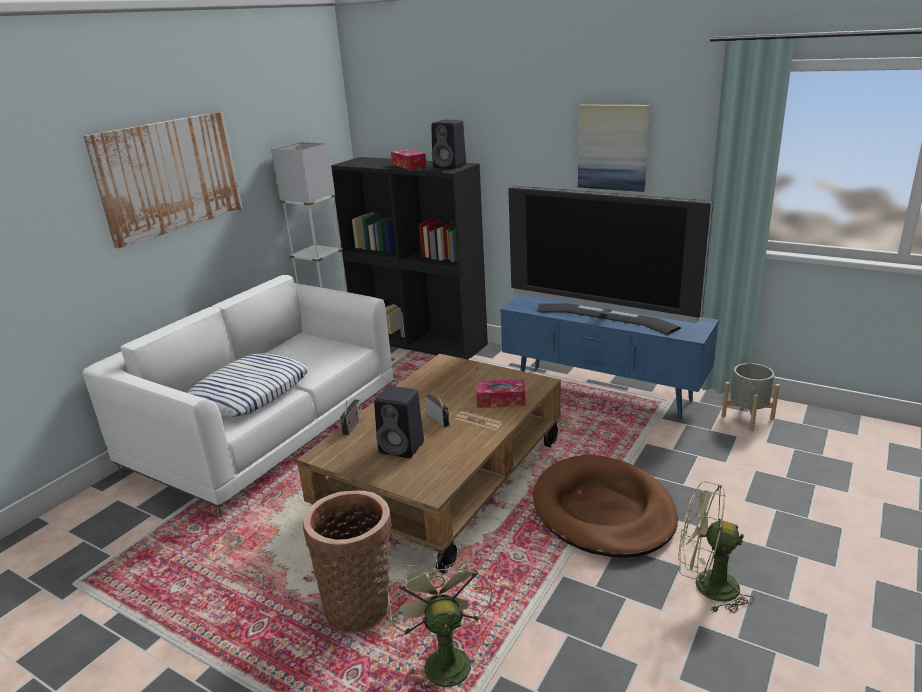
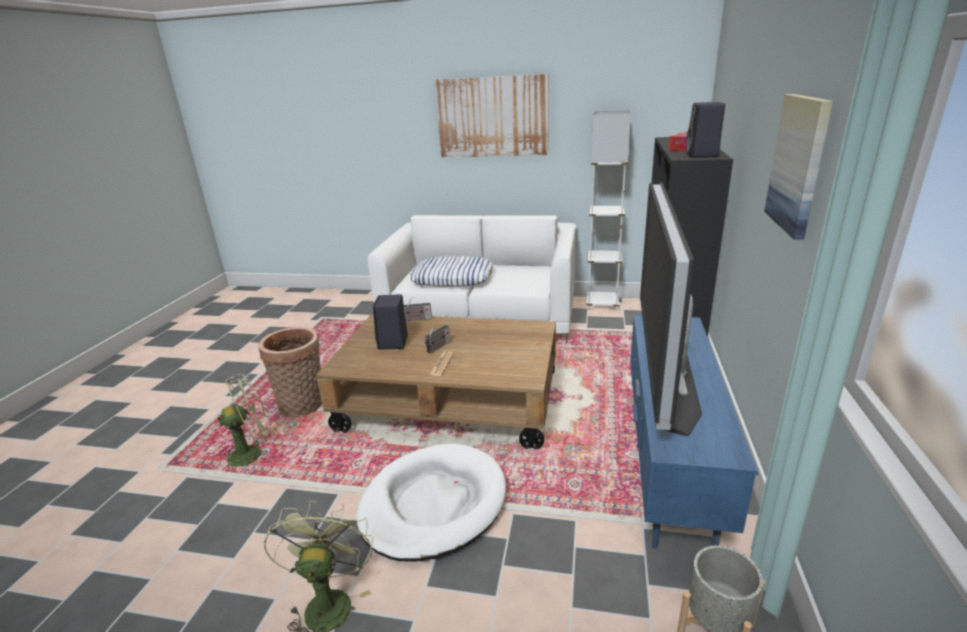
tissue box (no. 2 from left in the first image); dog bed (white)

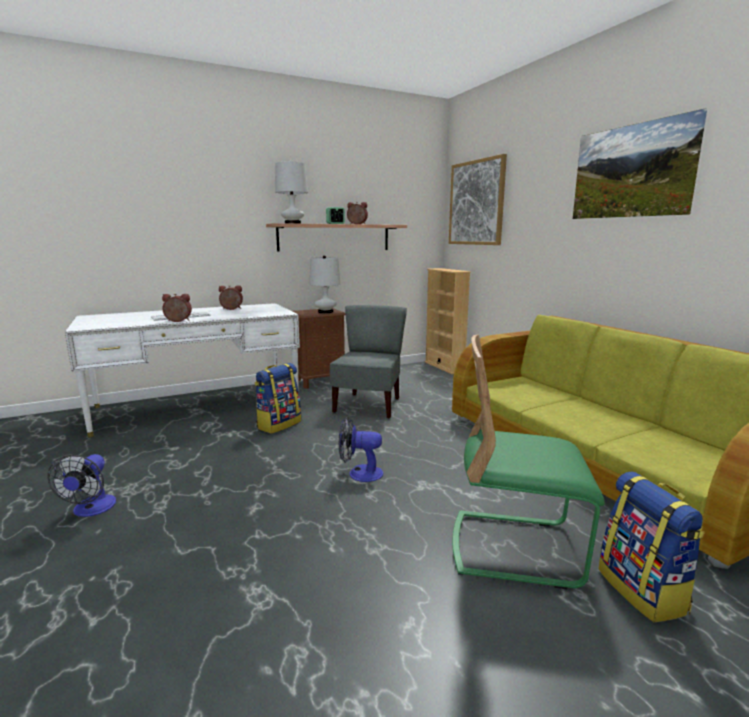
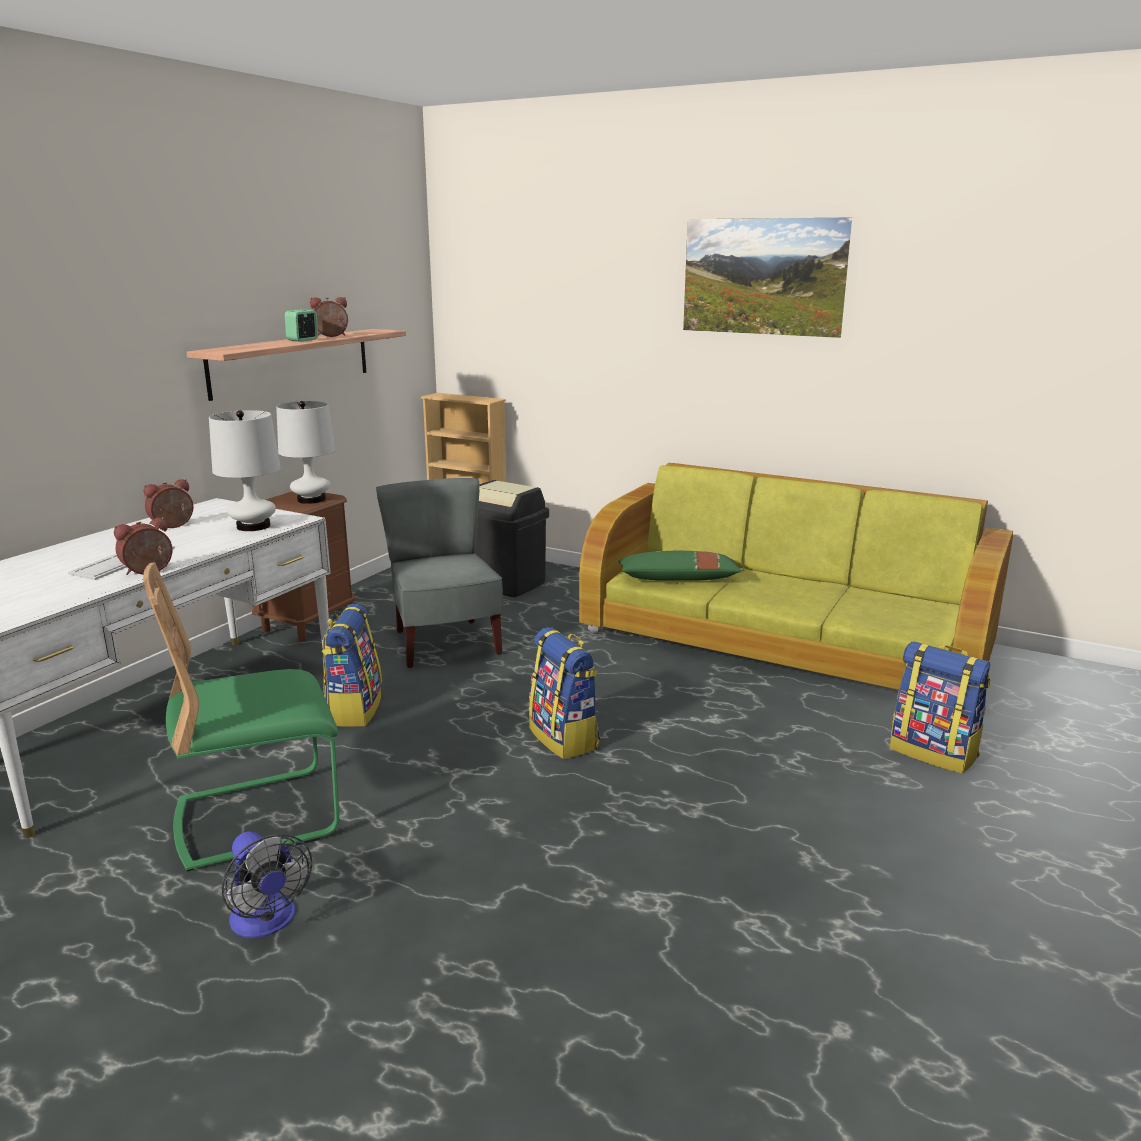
picture (no. 1 from left in the first image); table lamp (white) (no. 1 from left); chair (green); backpack (no. 2 from left); trash can (black); pillow (green)

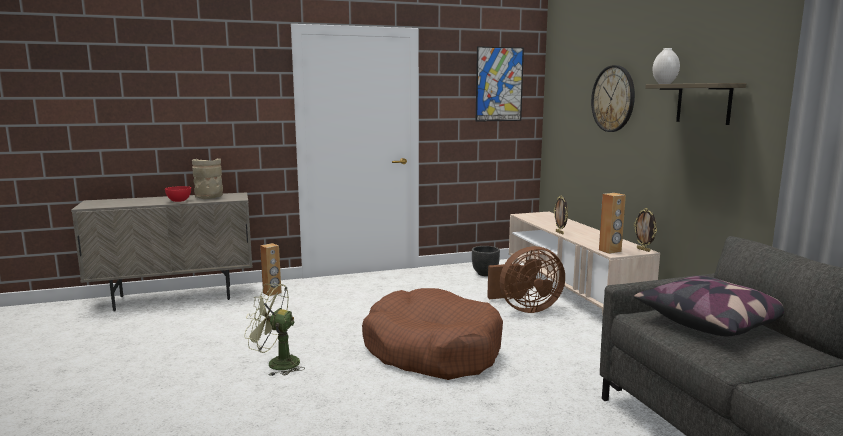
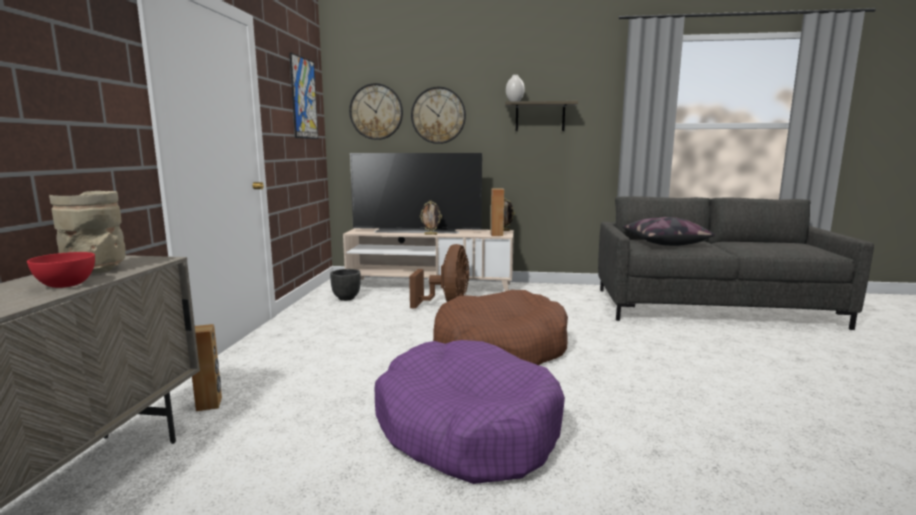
dog bed (purple); wall clock (no. 1 from left); television

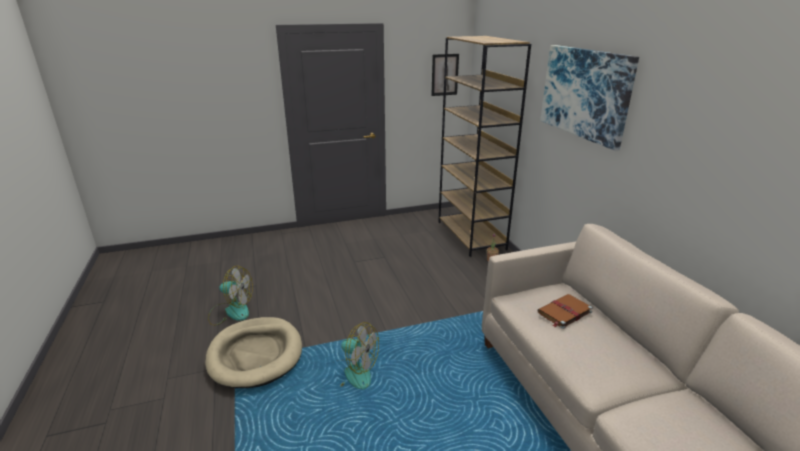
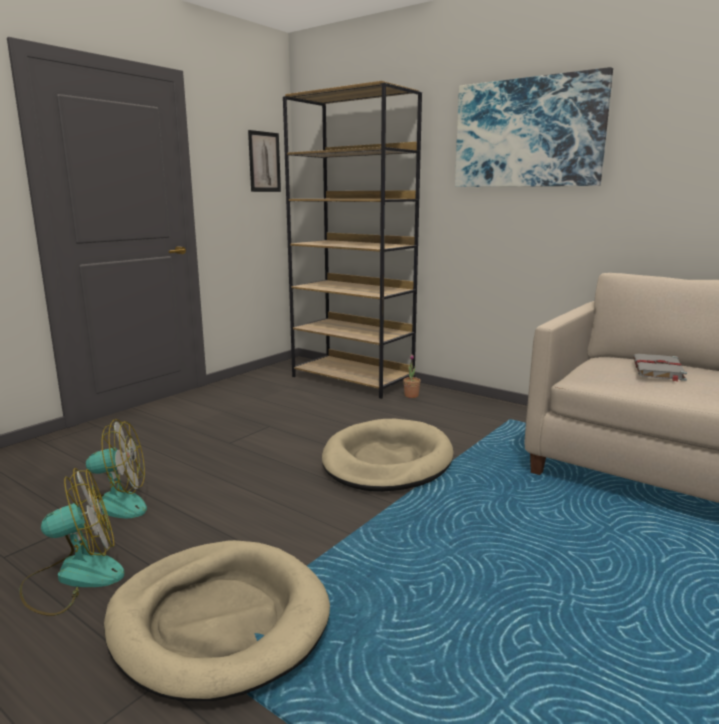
book (grey); fan (no. 2 from left); dog bed (beige) (no. 2 from left)

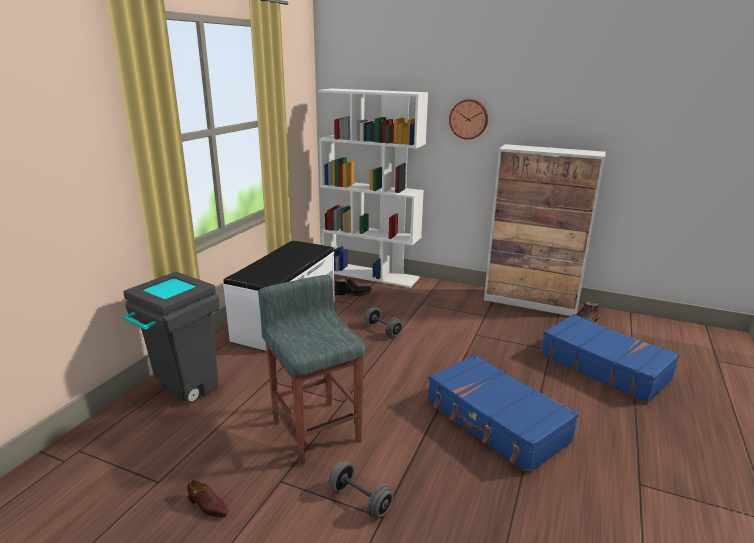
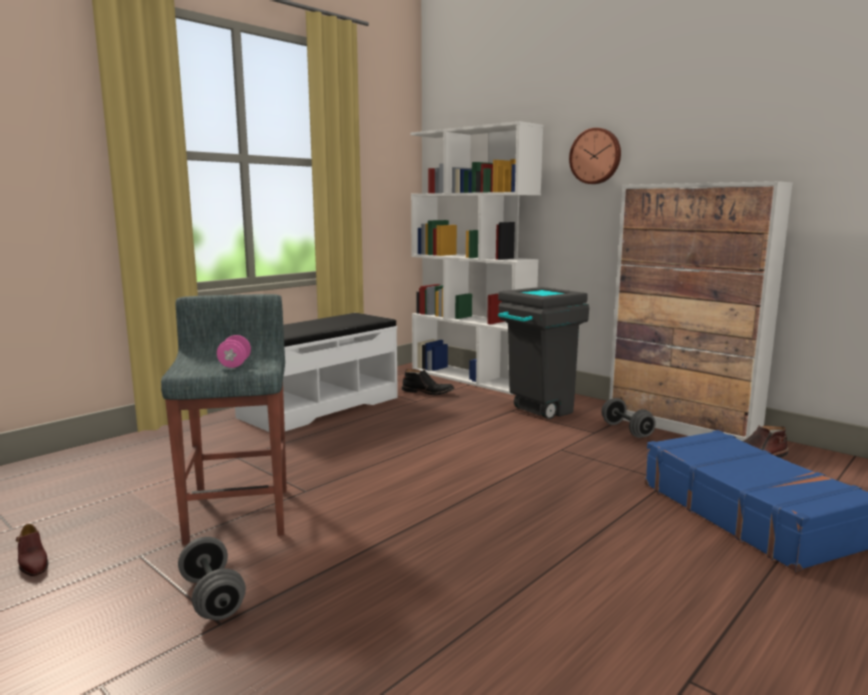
trash can (grey); dumbbell (grey) (no. 2 from left); suitcase (blue) (no. 1 from left in the first image); dumbbell (pink)

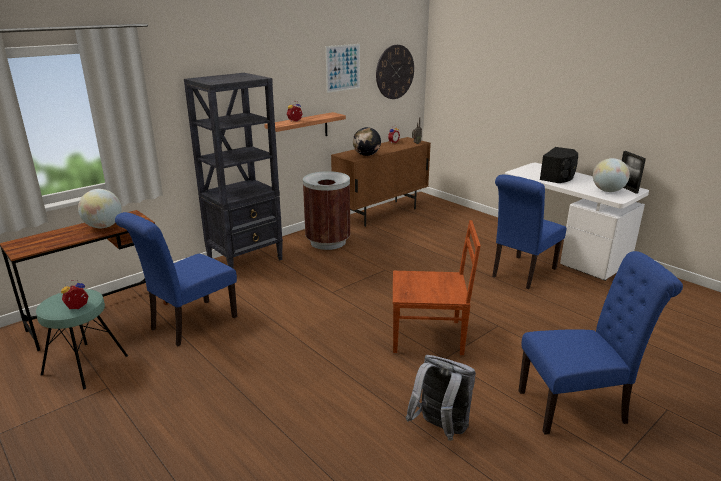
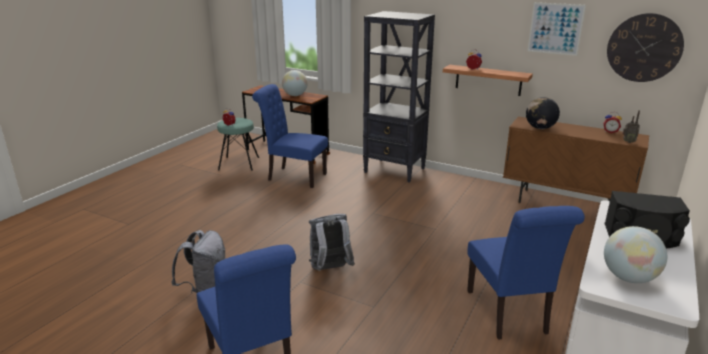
picture frame; trash can (brown); chair (blue) (no. 3 from left); backpack (grey) (no. 2 from left)

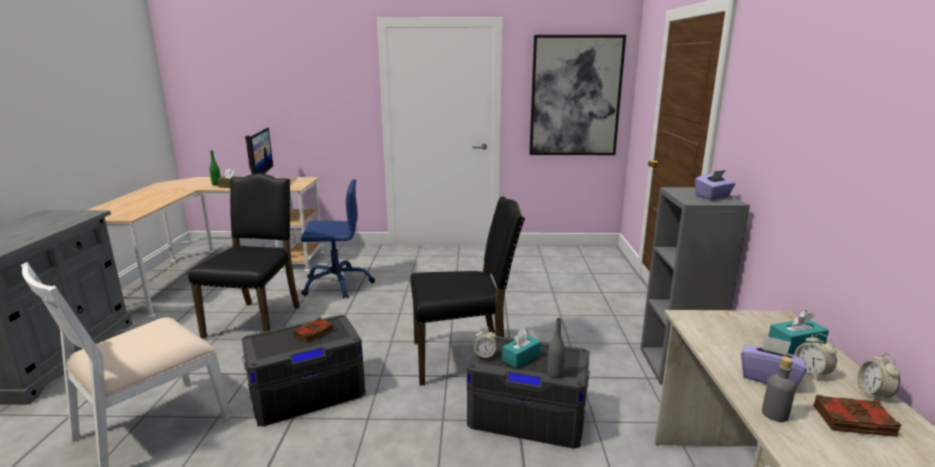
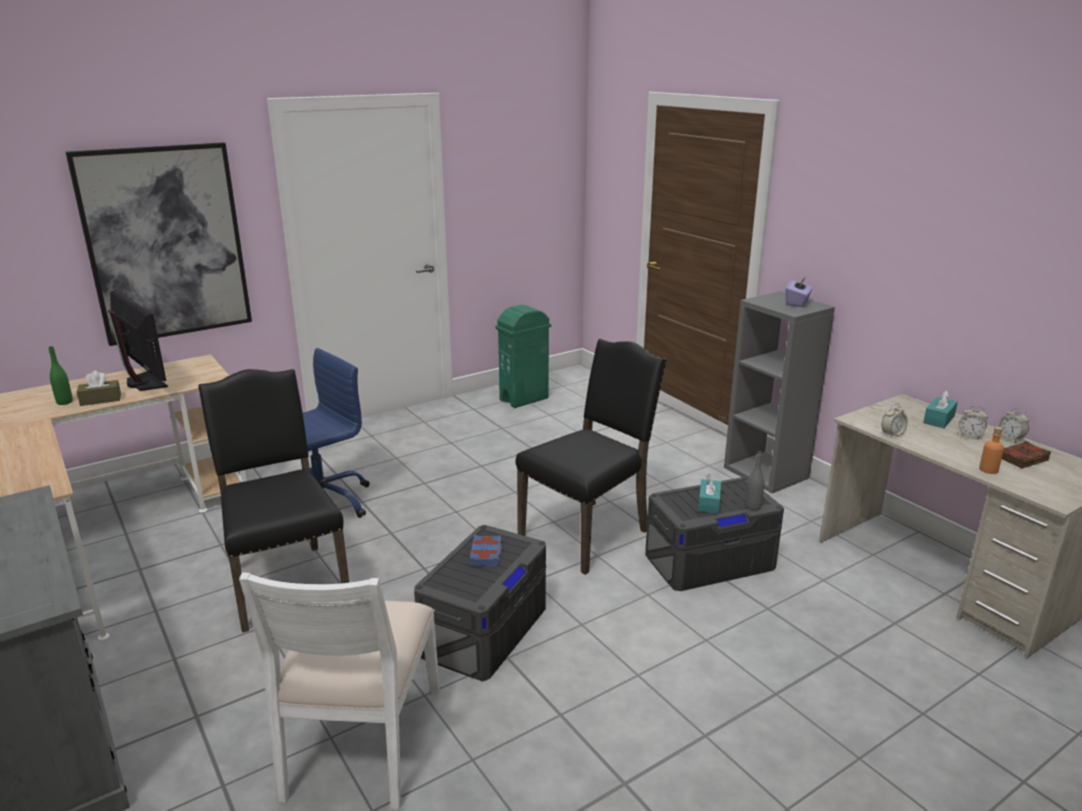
picture; book (blue); alarm clock (no. 1 from left); tissue box (purple) (no. 2 from left in the first image); bottle (orange); trash can (green)

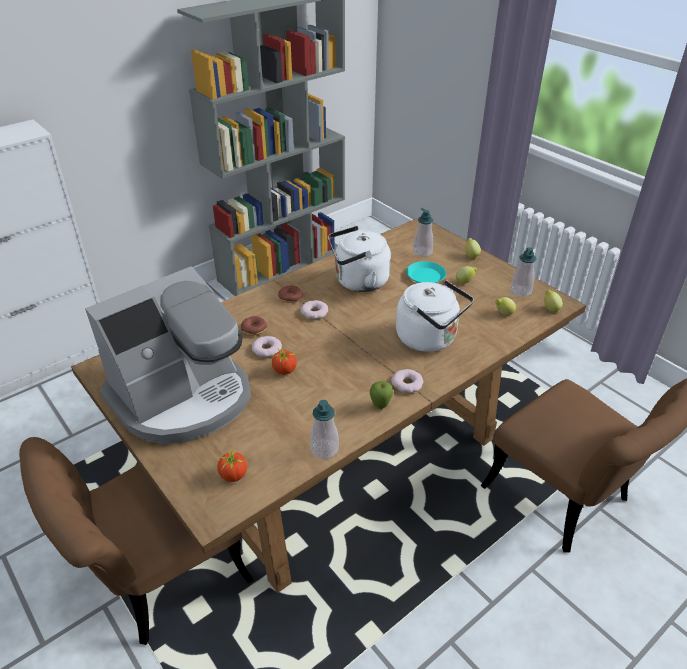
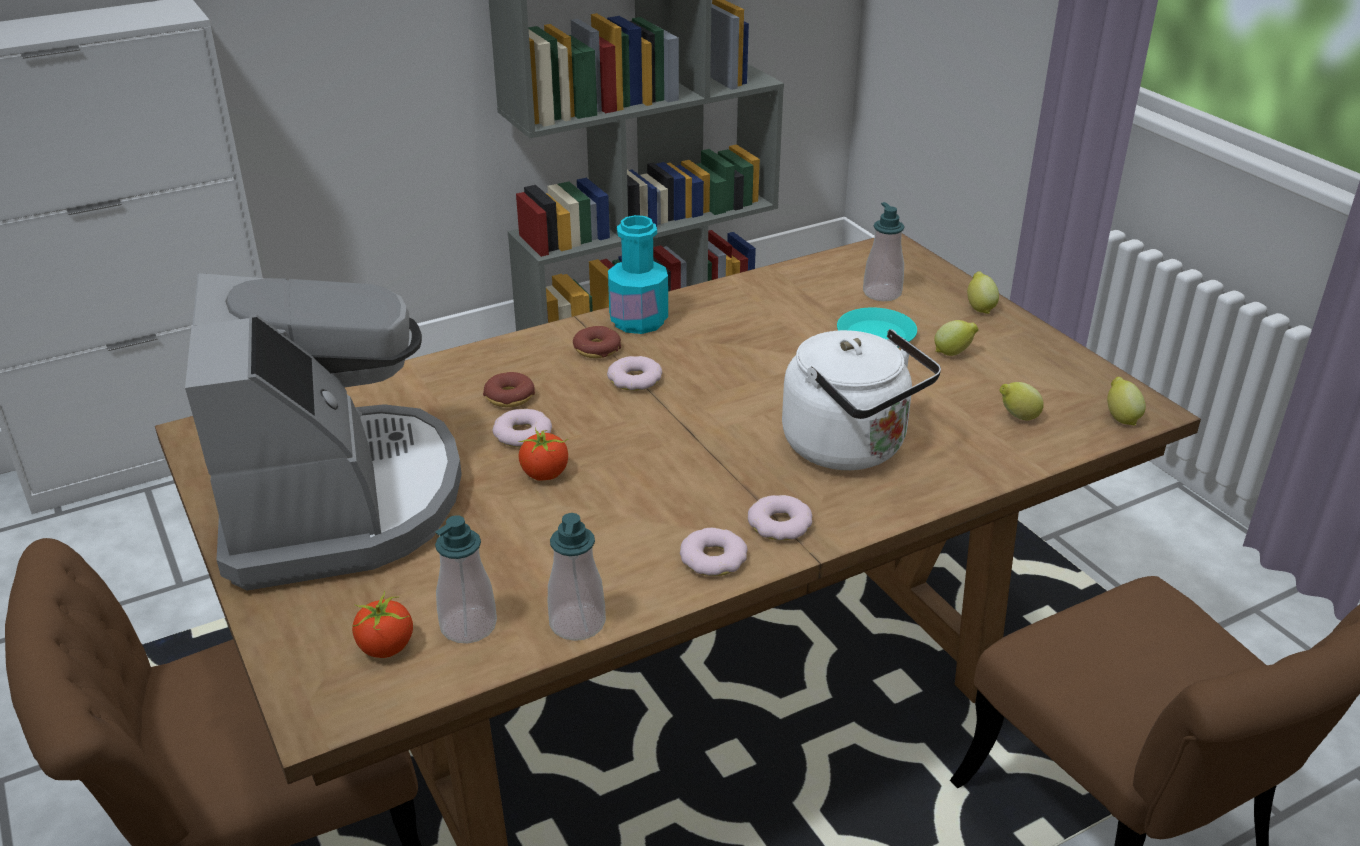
kettle (white) (no. 1 from left in the first image); soap dispenser (no. 1 from left); coffee machine; donut (no. 5 from left); bottle (turquoise)

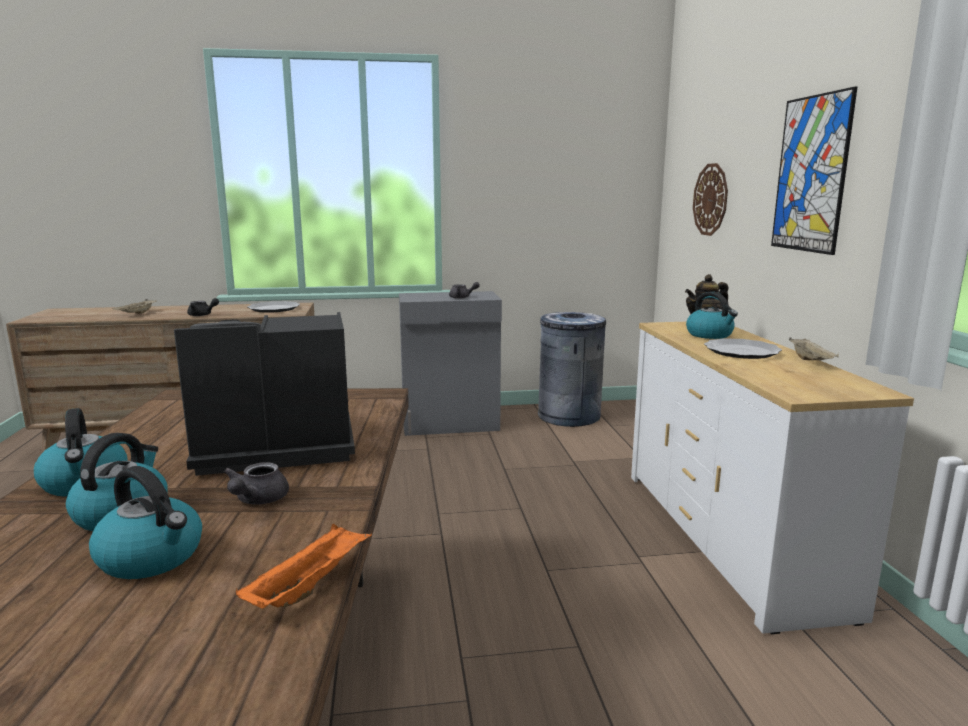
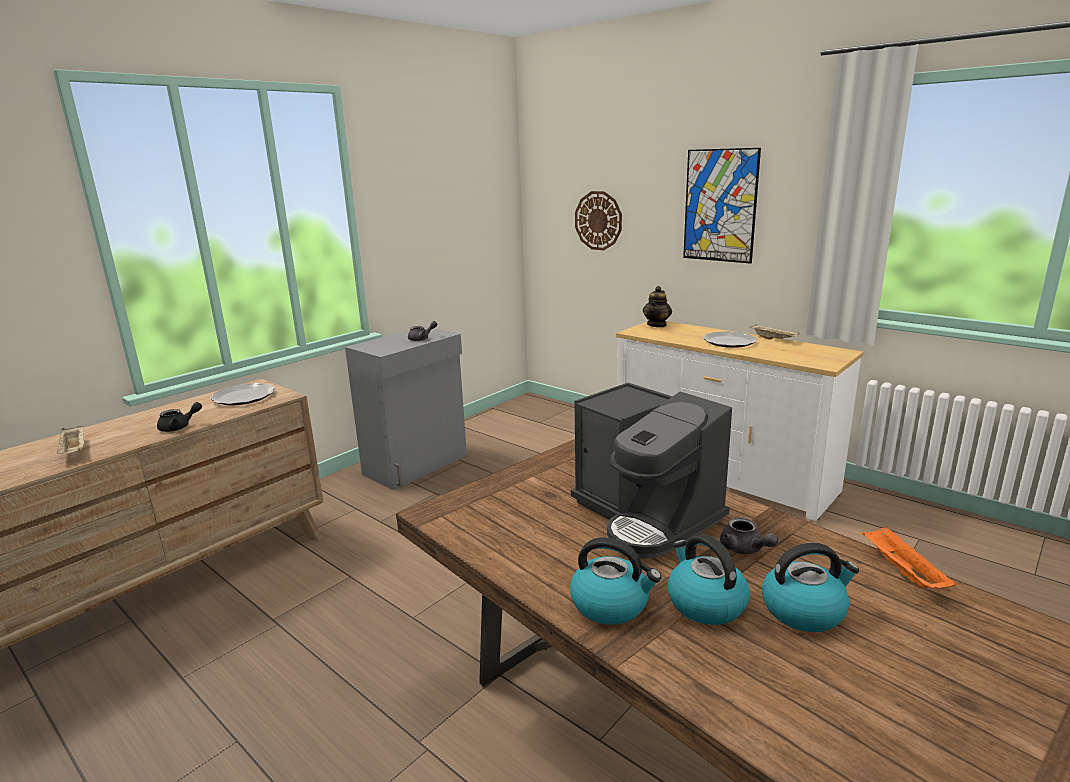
kettle (no. 4 from left in the first image); coffee machine; trash can (grey)

